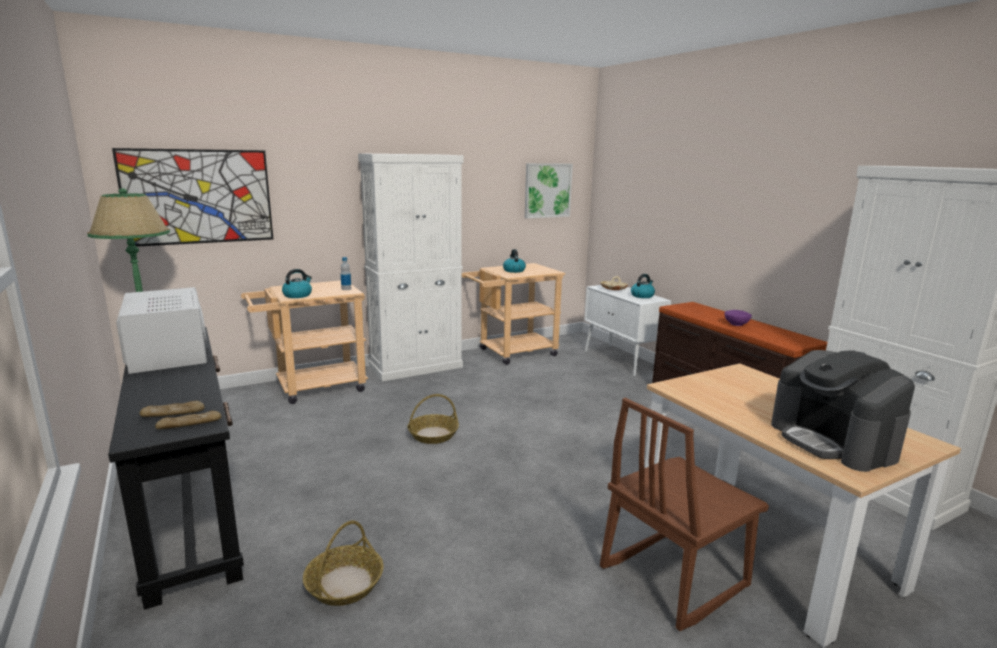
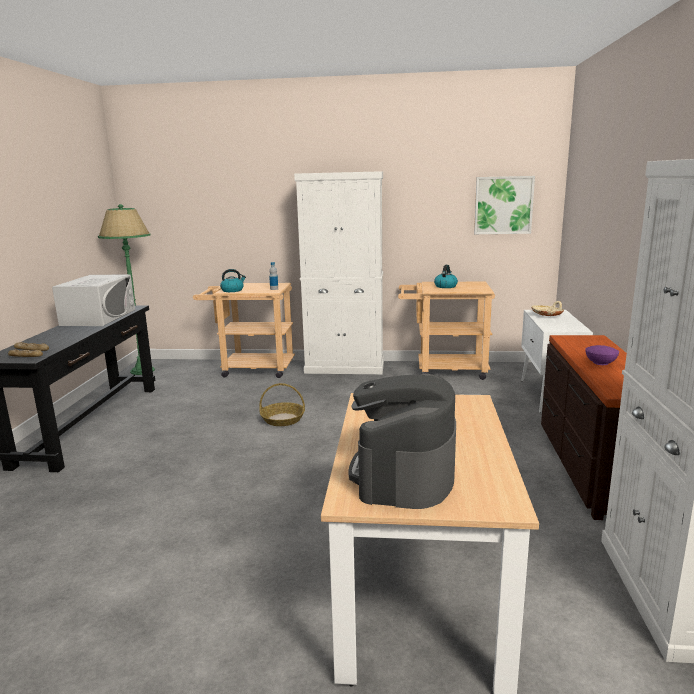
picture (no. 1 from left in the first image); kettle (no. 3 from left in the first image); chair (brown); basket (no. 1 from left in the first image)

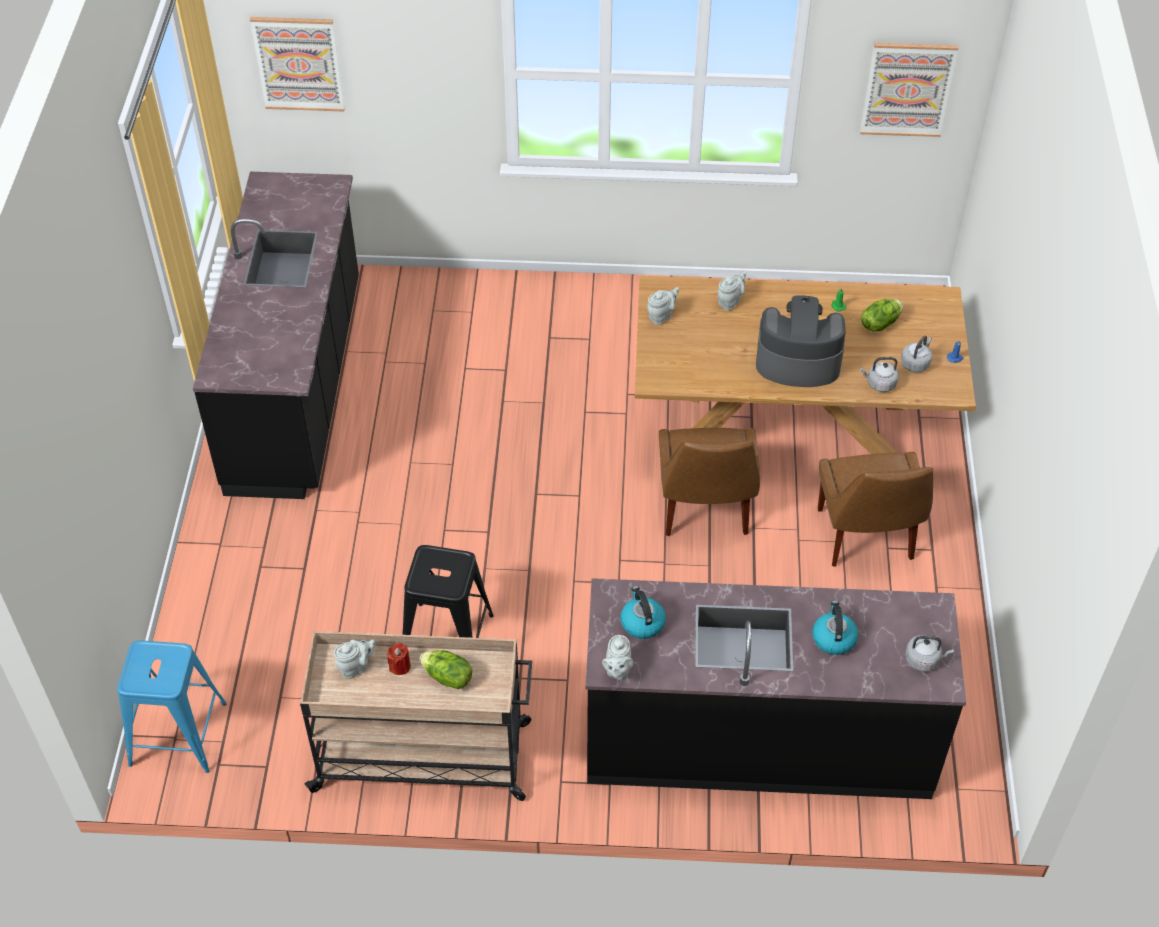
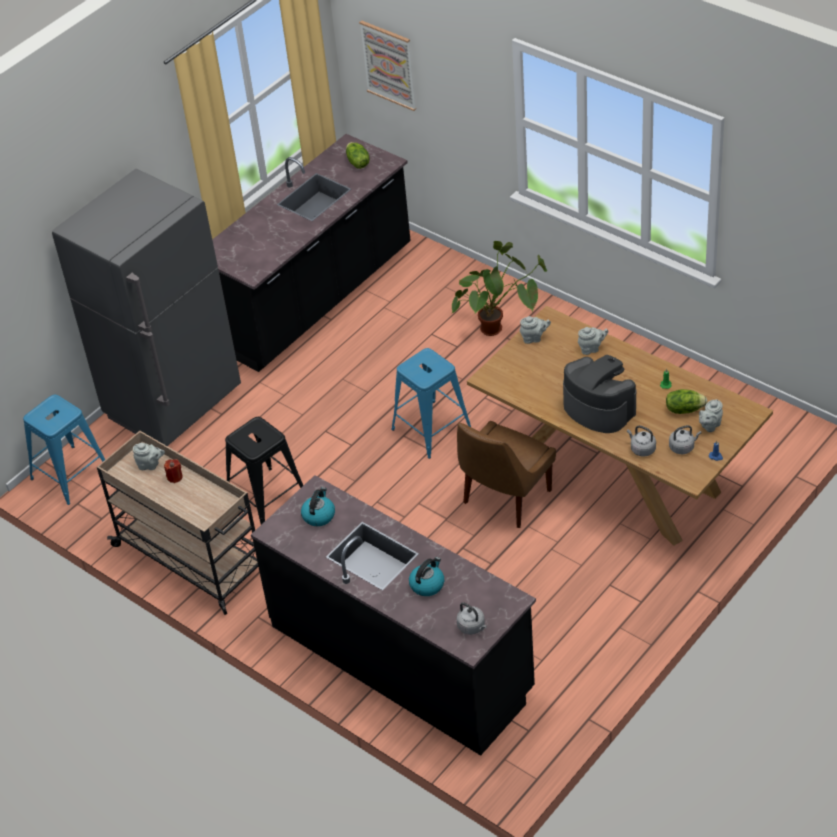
picture (no. 2 from left in the first image); chair (brown) (no. 2 from left in the first image); teapot (grey) (no. 4 from left); lettuce (no. 1 from left); fridge (grey); potted plant; stool (blue) (no. 2 from left)

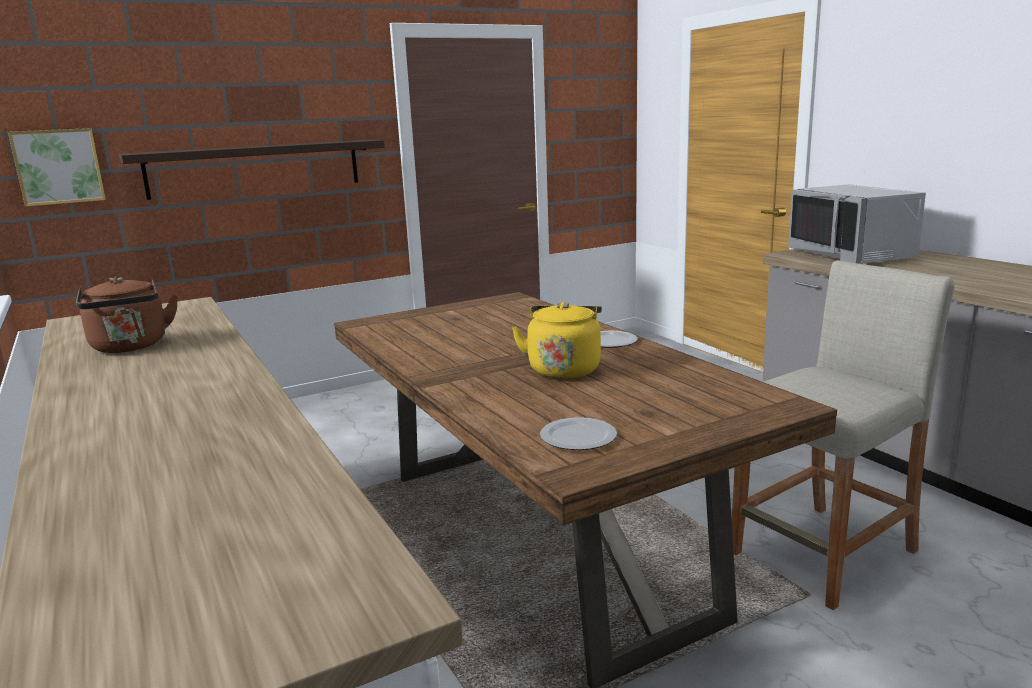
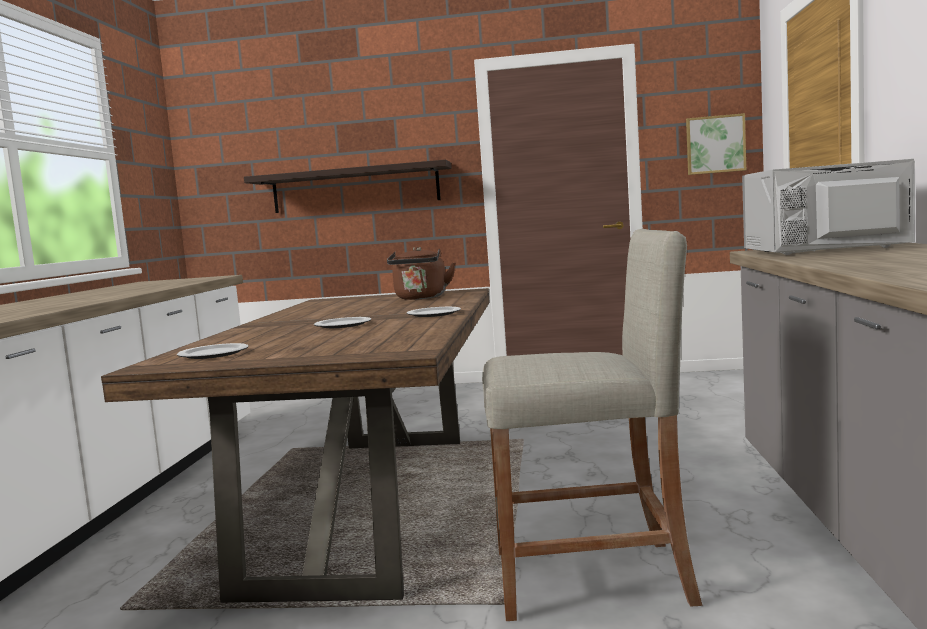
picture; microwave (grey); kettle (brown); plate (no. 2 from left)

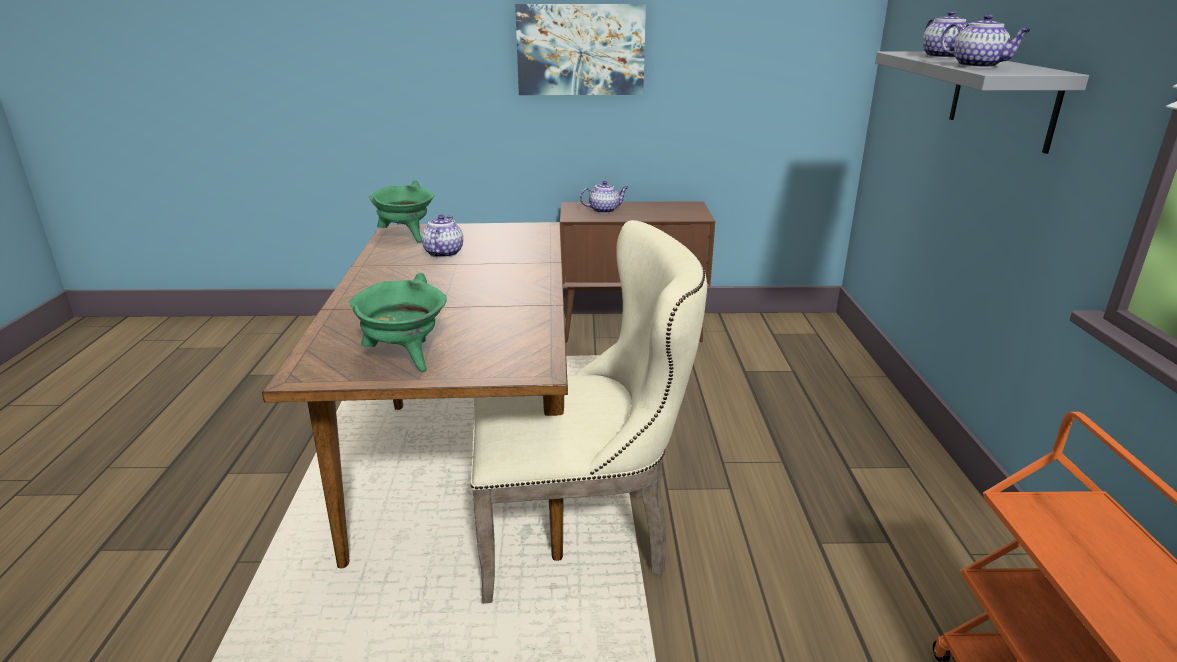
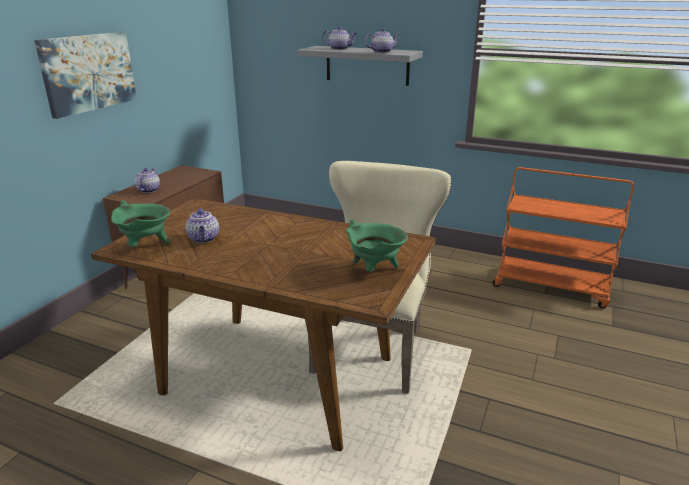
teapot (no. 2 from left)

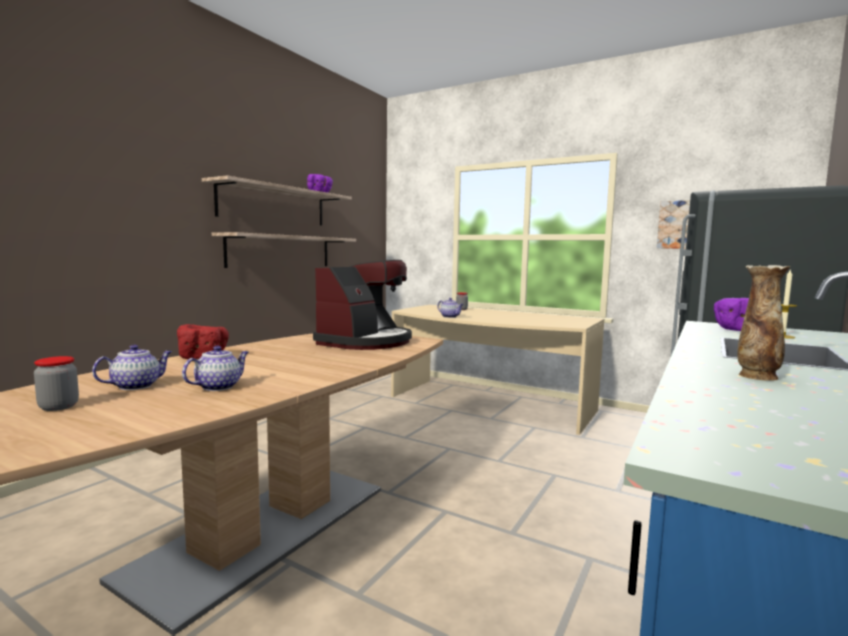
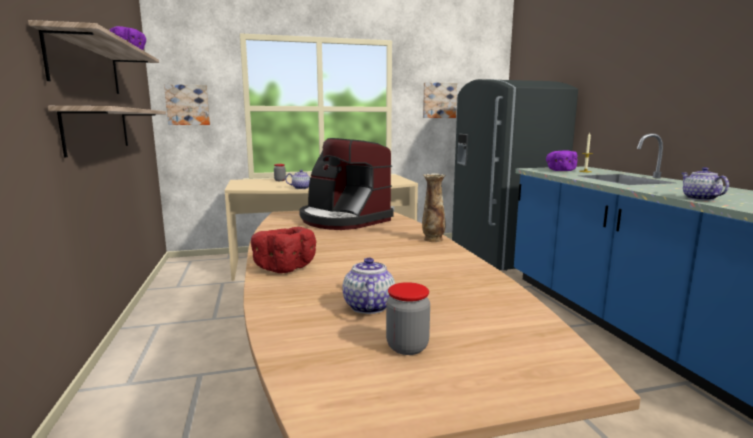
coffee machine; vase; teapot (no. 3 from left); picture (no. 1 from left)

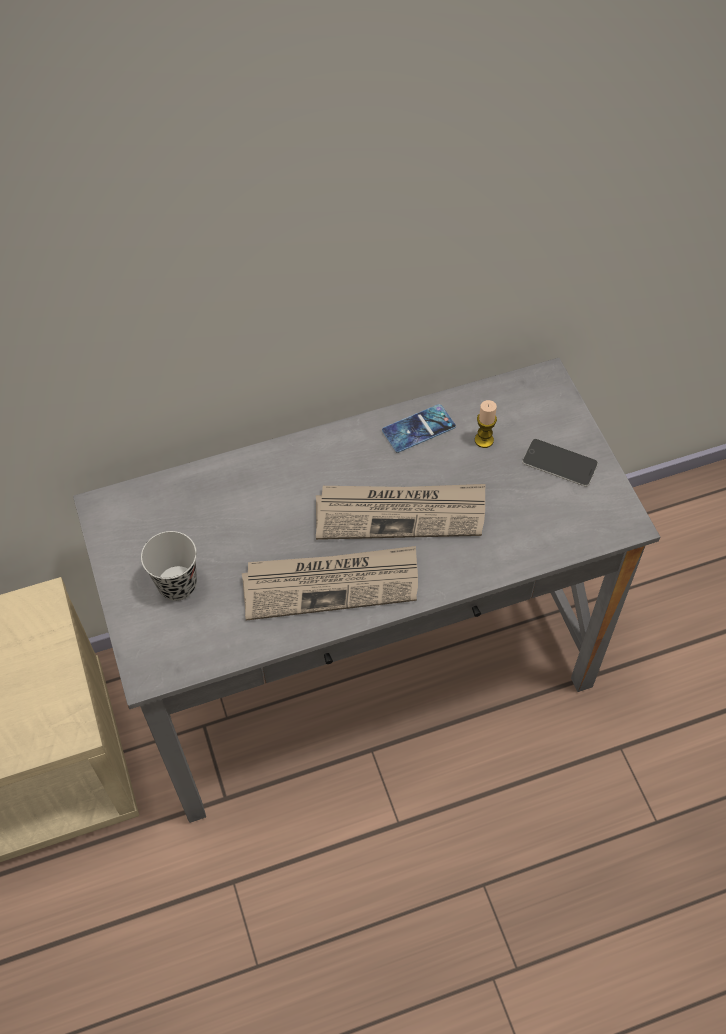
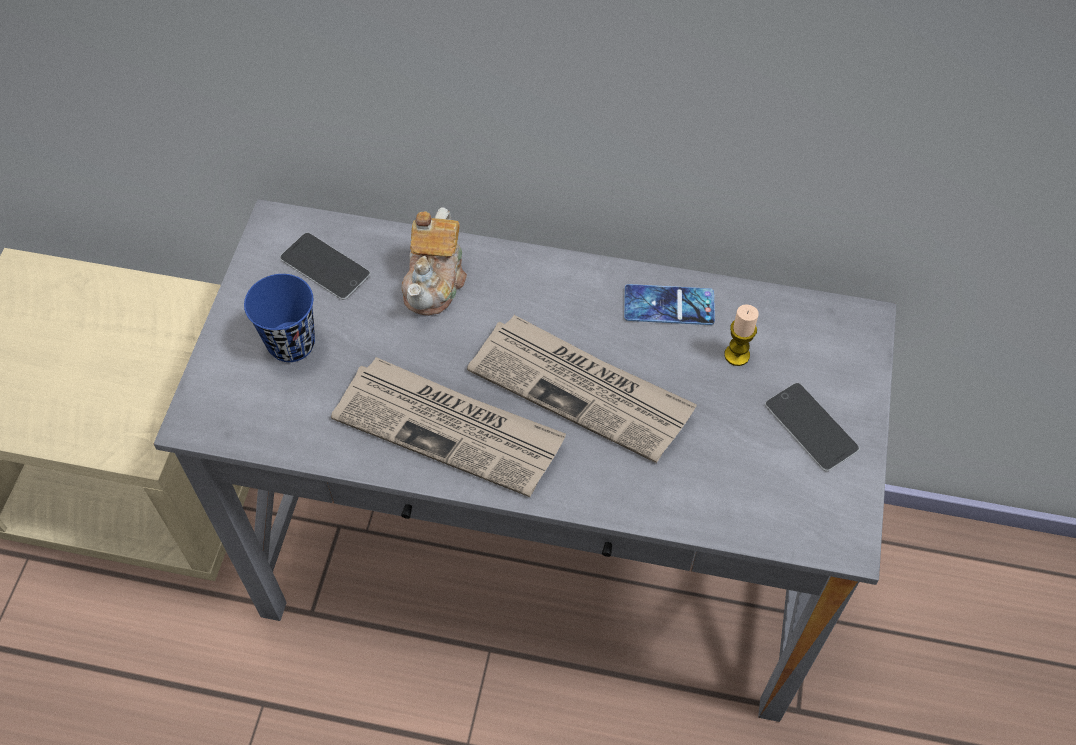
cup (blue); teapot; phone (no. 1 from left)

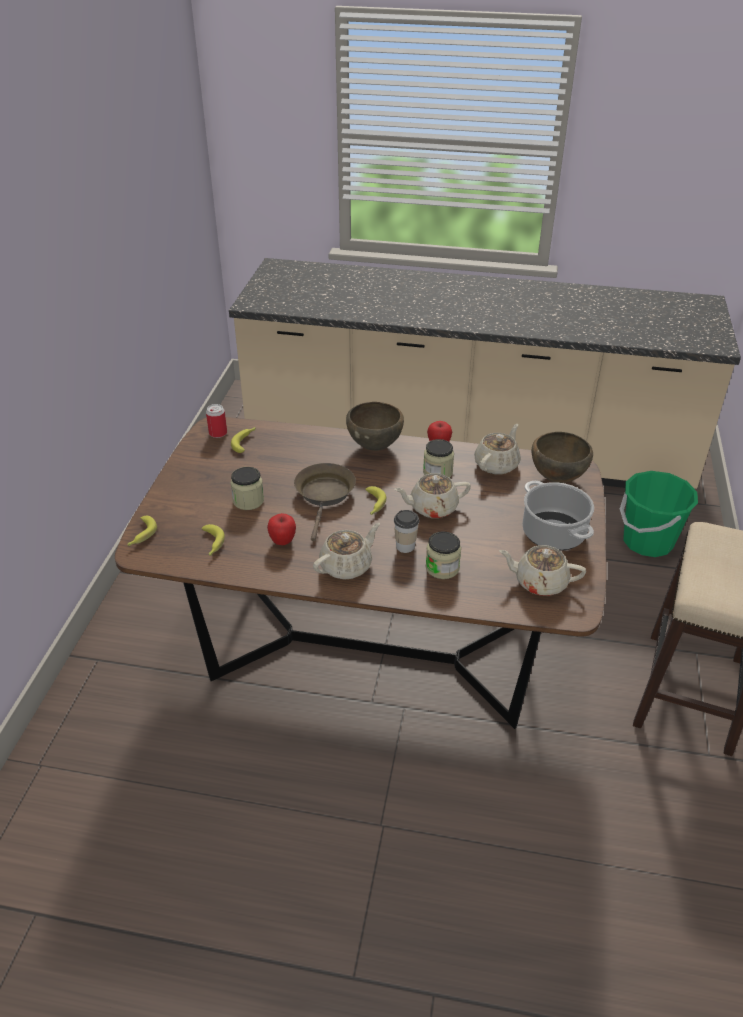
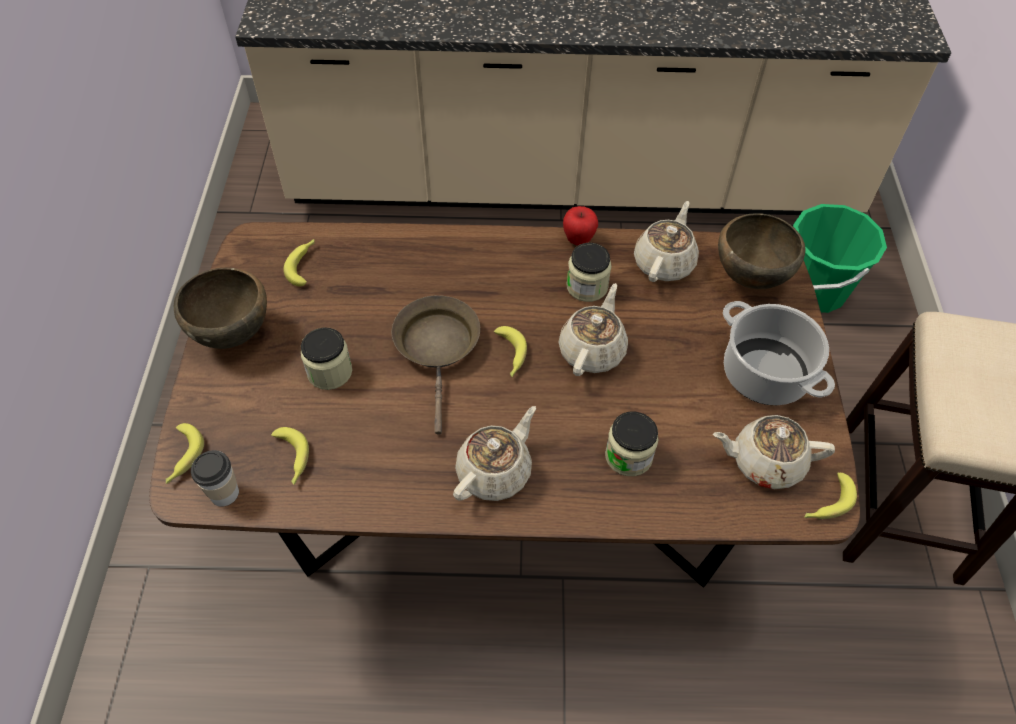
bowl (brown) (no. 1 from left); can; teapot (beige) (no. 2 from left); cup; apple (no. 1 from left in the first image); banana (no. 5 from left)

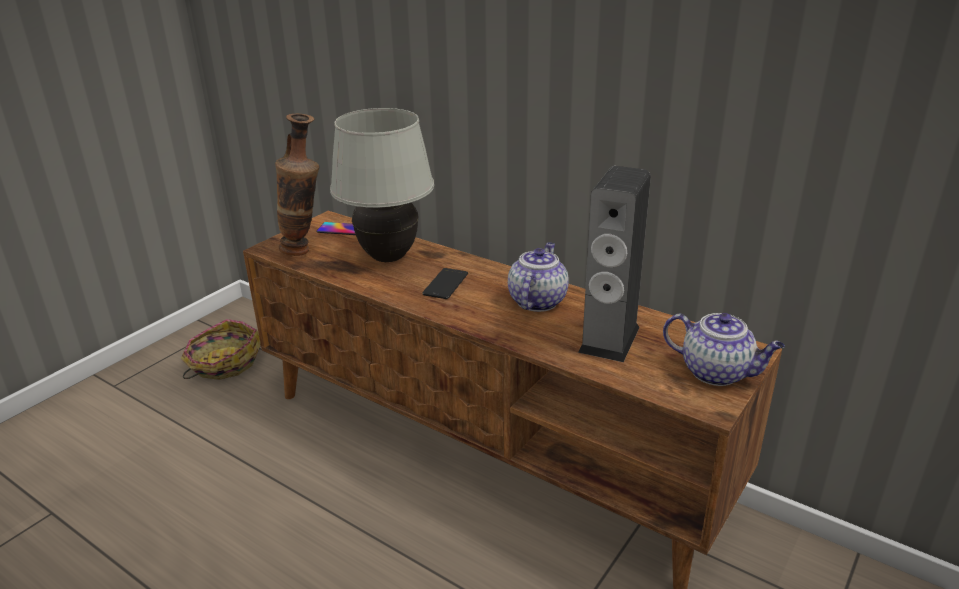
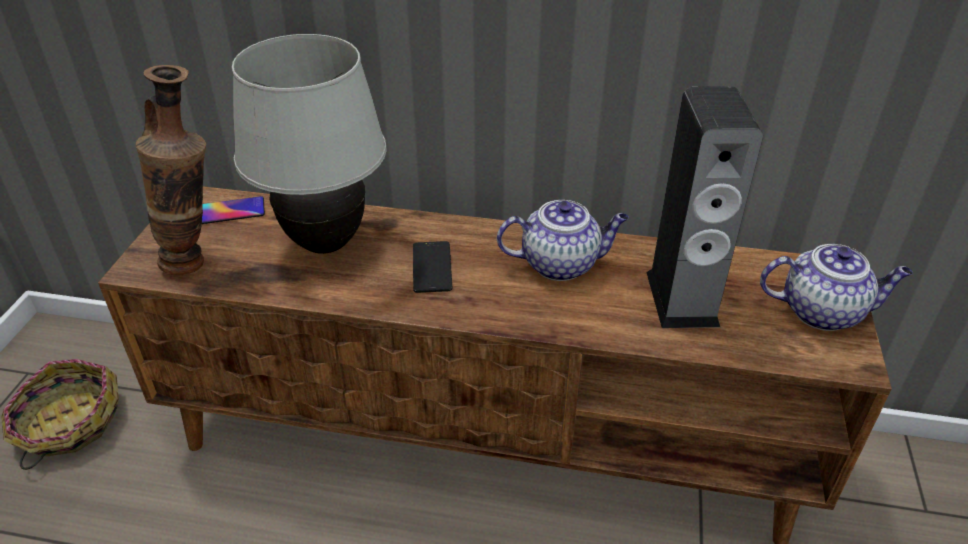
teapot (no. 1 from left)

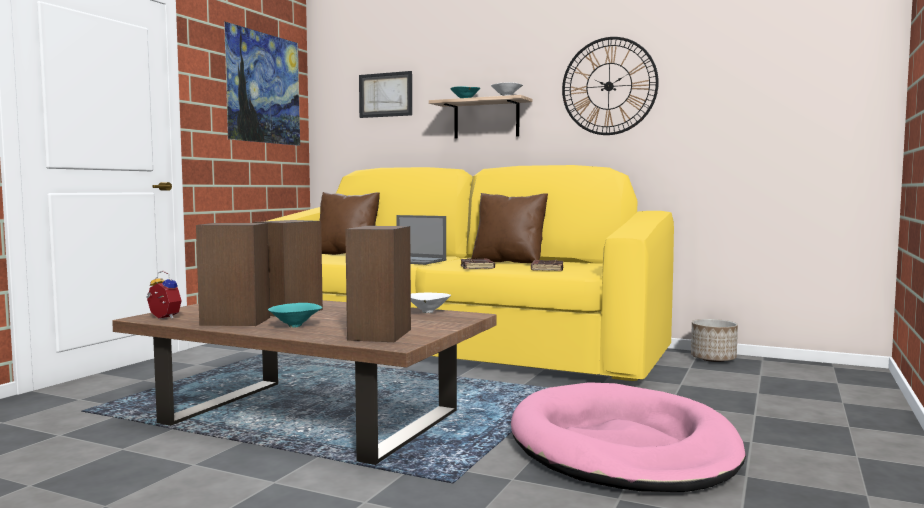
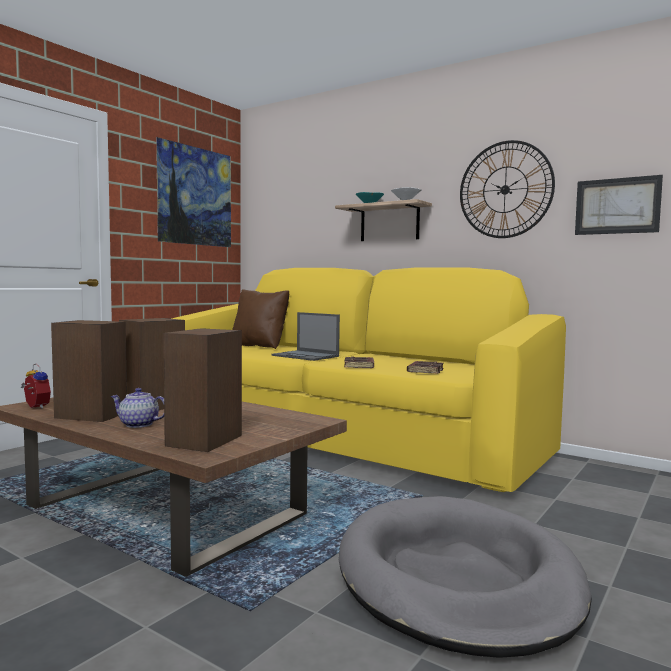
picture (no. 2 from left); pillow (brown) (no. 2 from left in the first image); bowl (white) (no. 1 from left in the first image); teapot; planter; dog bed (grey)

